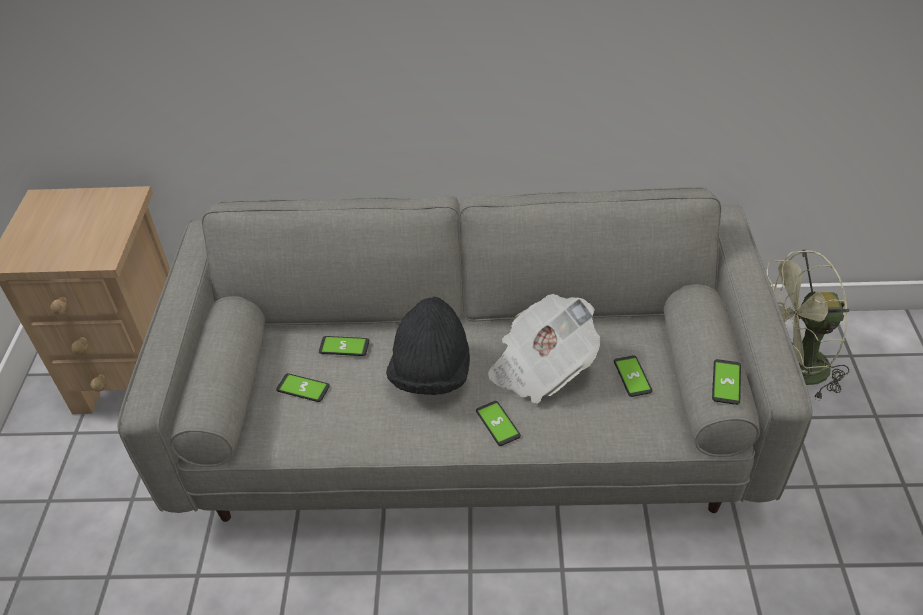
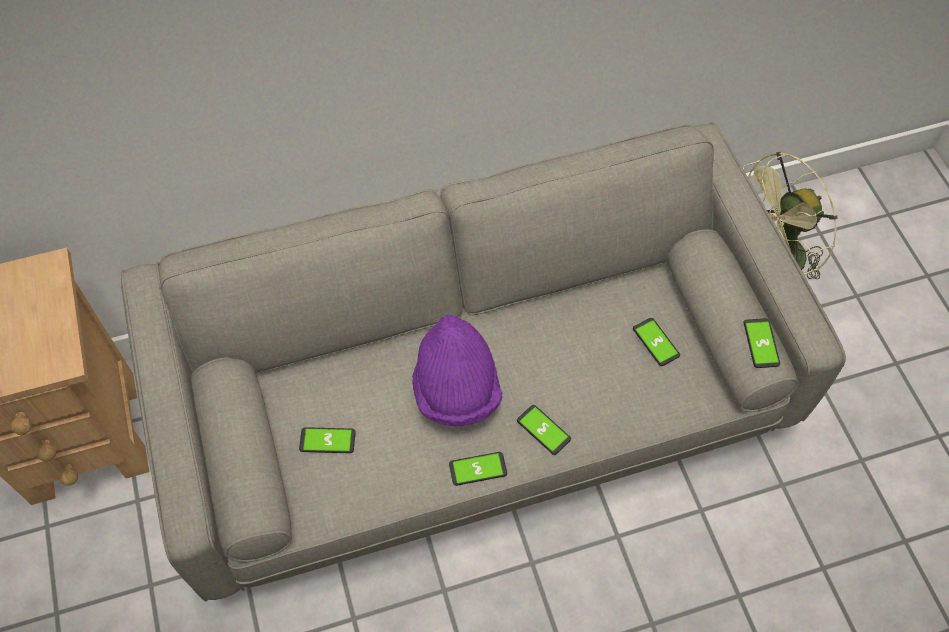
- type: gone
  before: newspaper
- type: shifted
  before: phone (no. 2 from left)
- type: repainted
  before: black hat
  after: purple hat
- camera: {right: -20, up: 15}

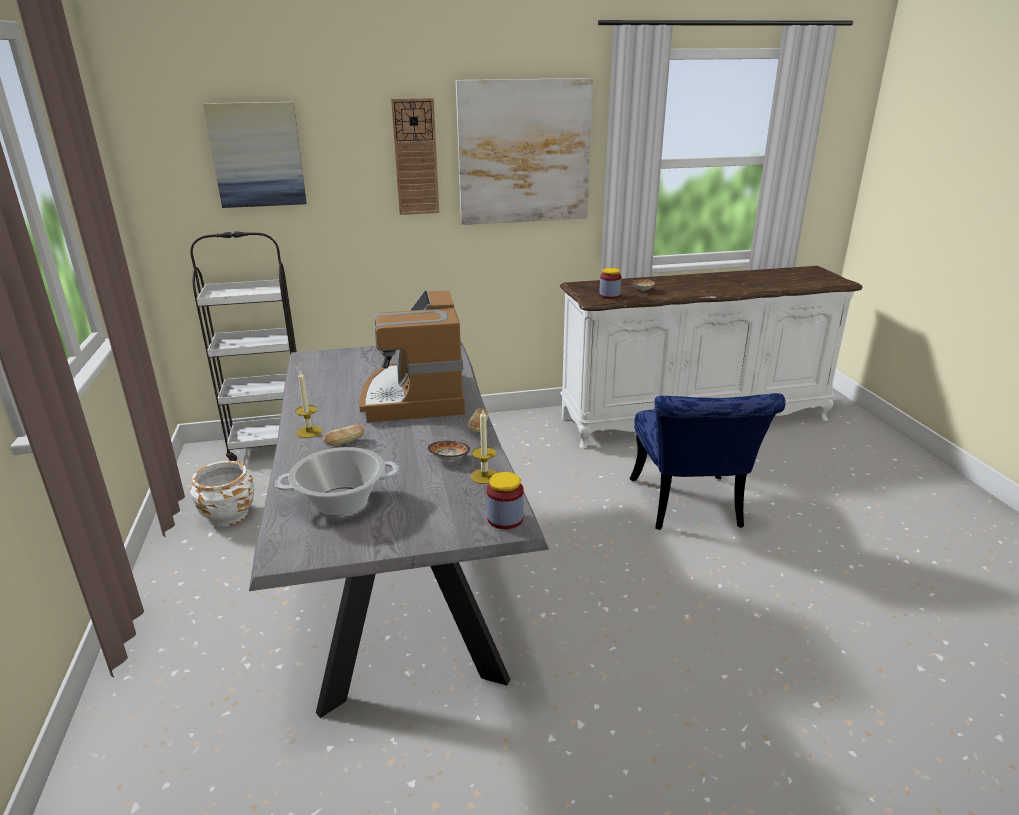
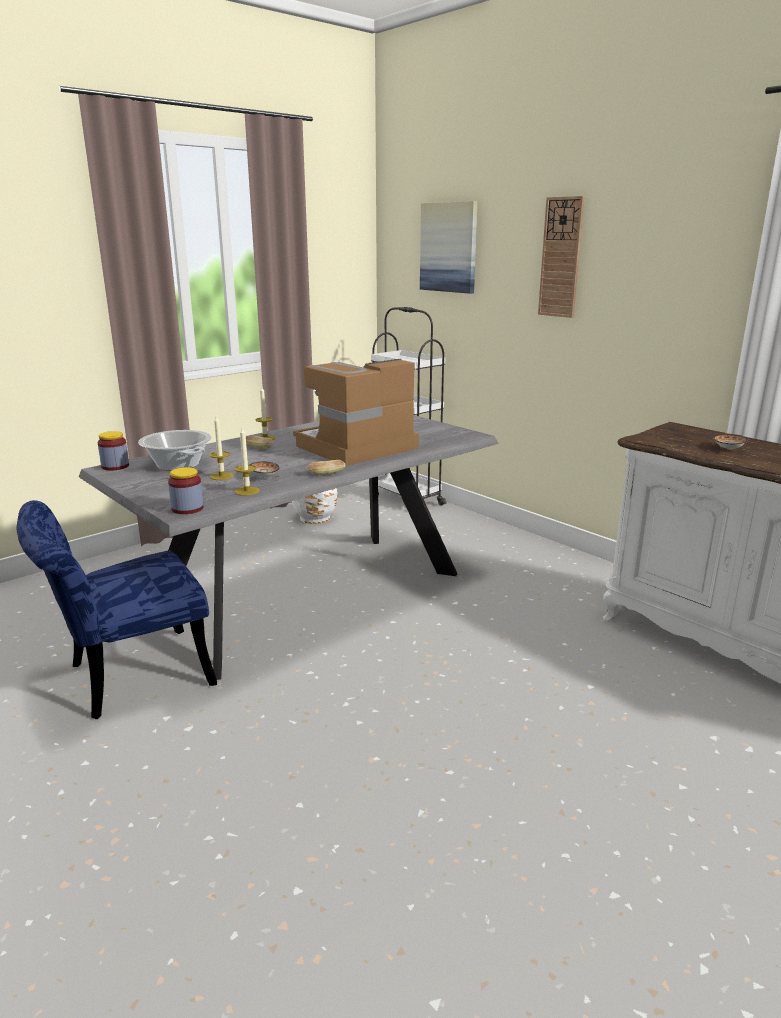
- type: gone
  before: picture (no. 2 from left)
- type: new
  after: candle (no. 1 from left)
- type: shifted
  before: jar (no. 2 from left in the first image)
  after: jar (no. 1 from left)
- type: shifted
  before: blue chair
- camera: {right: 60, up: -5}

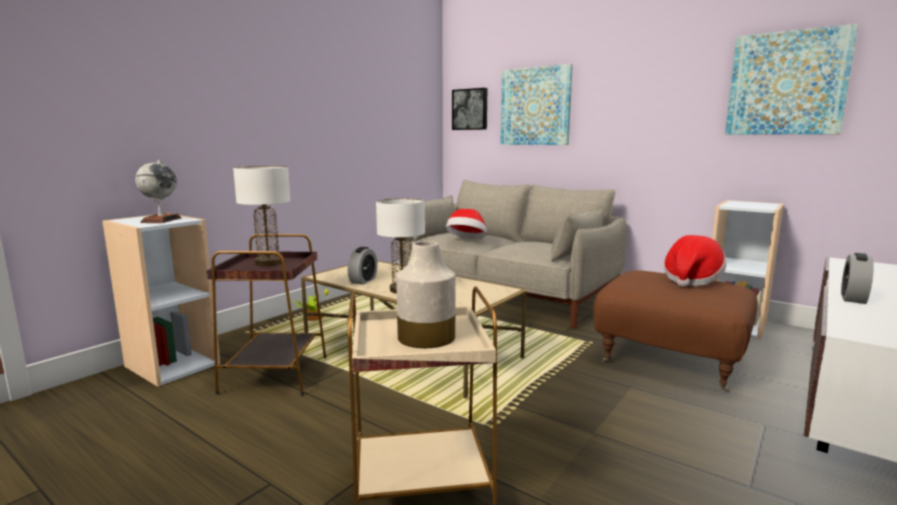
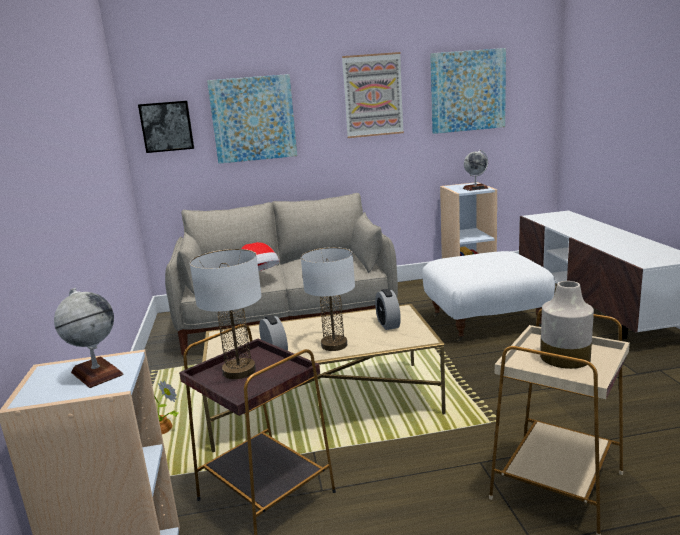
- type: gone
  before: hat (no. 2 from left)
- type: new
  after: picture (no. 3 from left)
- type: new
  after: globe (no. 2 from left)
- type: shifted
  before: alarm clock (no. 2 from left)
- type: repainted
  before: brown ottoman
  after: white ottoman
- camera: {right: -45, up: 5}

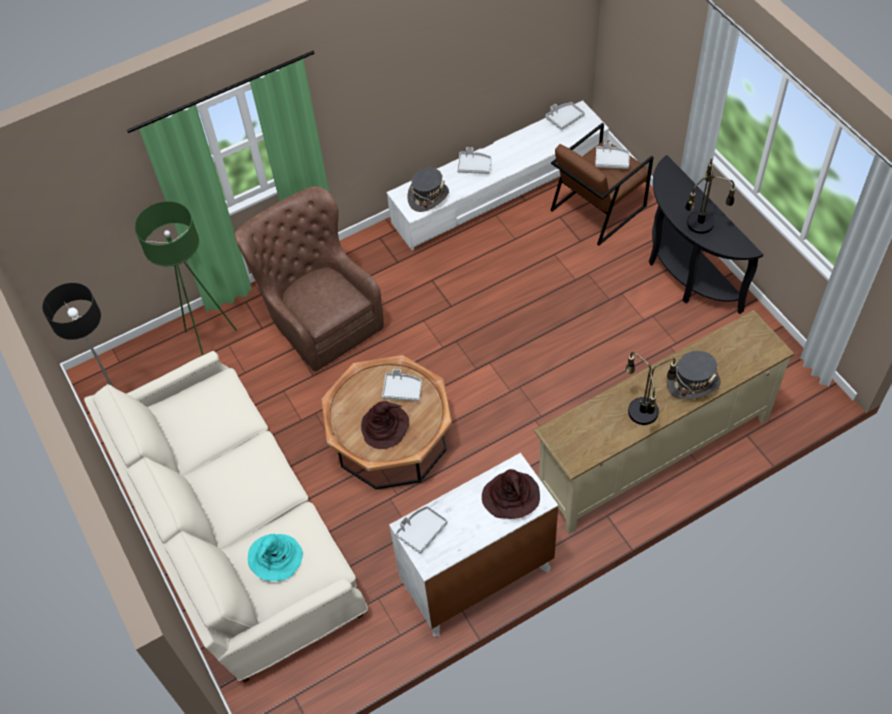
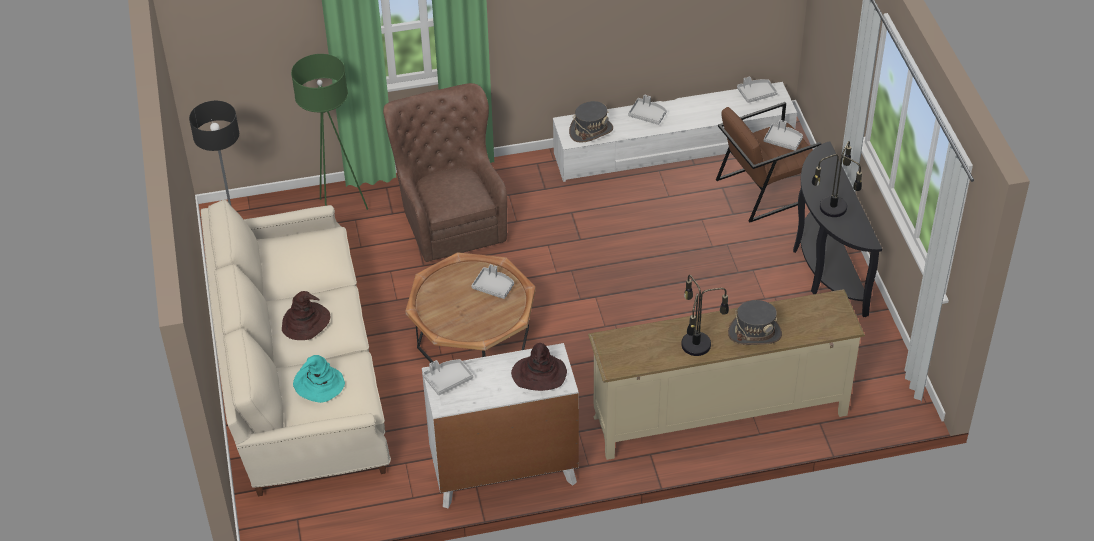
- type: shifted
  before: brown hat (no. 1 from left)
- camera: {right: 15, up: -10}

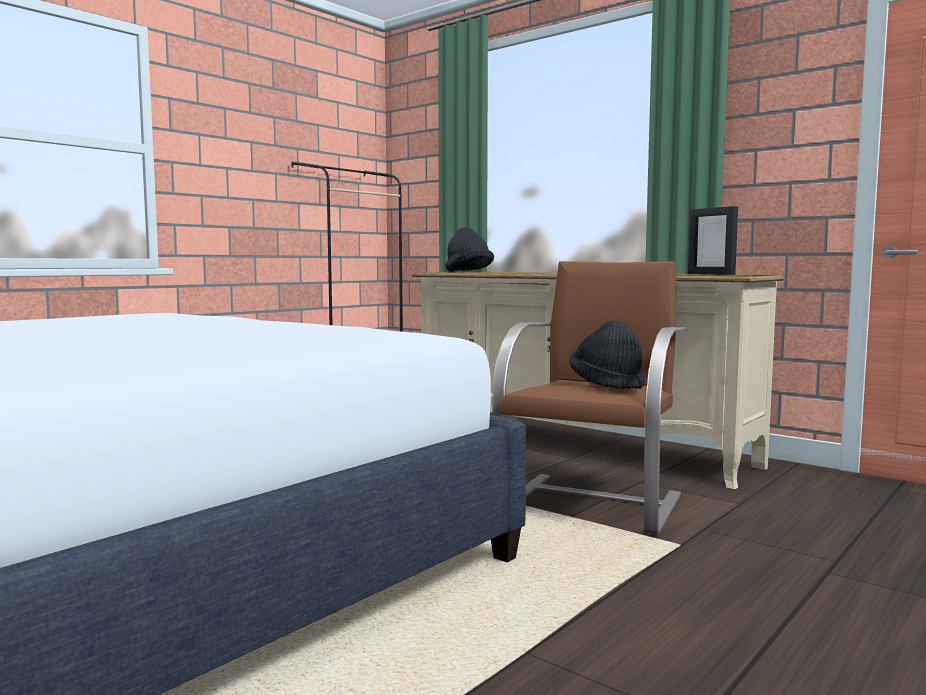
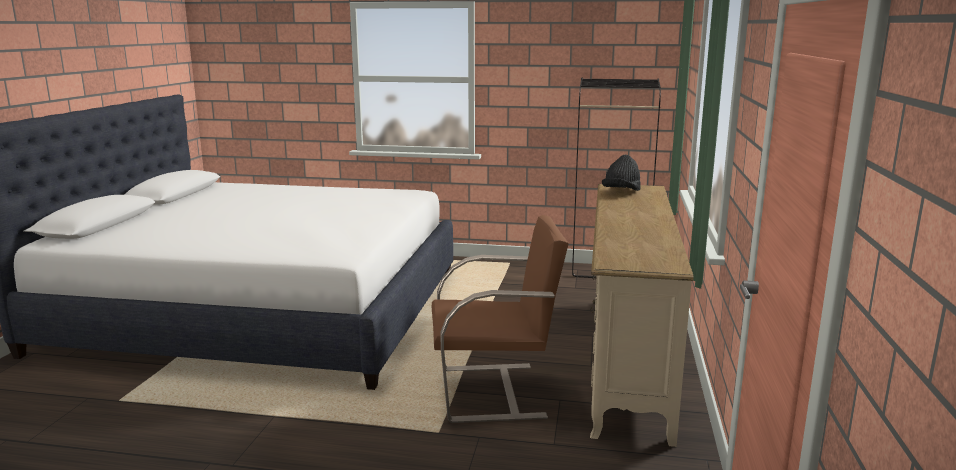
- type: gone
  before: black hat (no. 2 from left)
- type: gone
  before: picture frame
- camera: {right: 60, up: 10}

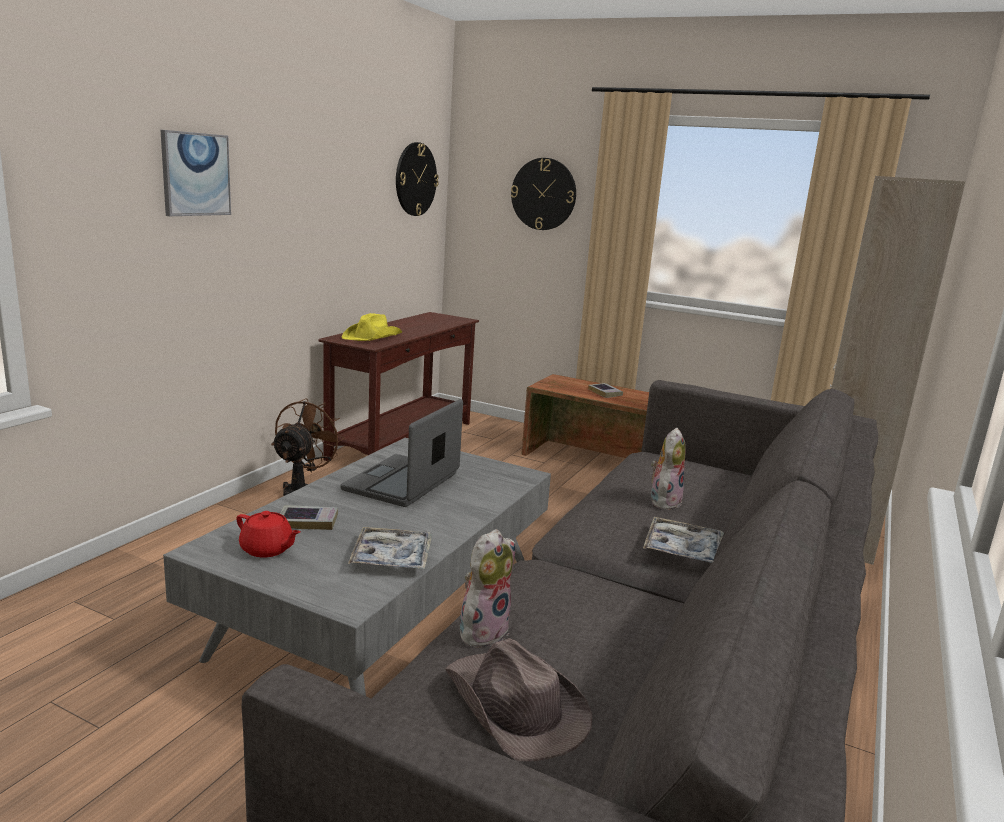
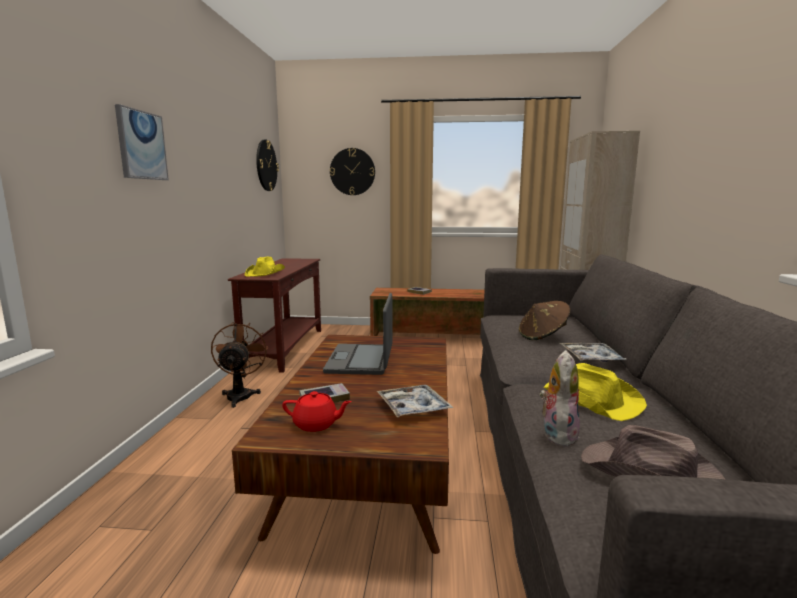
- type: new
  after: yellow hat (no. 2 from left)
- type: swapped
  before: plush toy (no. 2 from left)
  after: brown hat (no. 1 from left)
- type: repainted
  before: grey coffee table
  after: brown coffee table
- camera: {right: -20, up: -5}

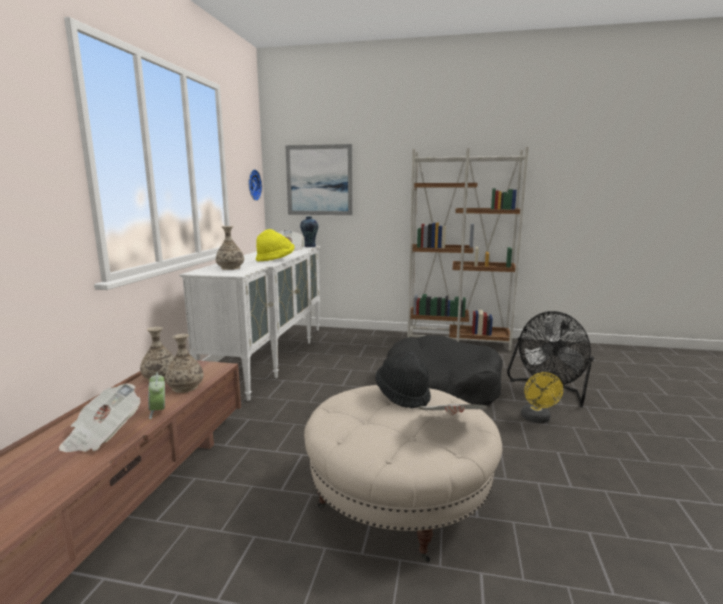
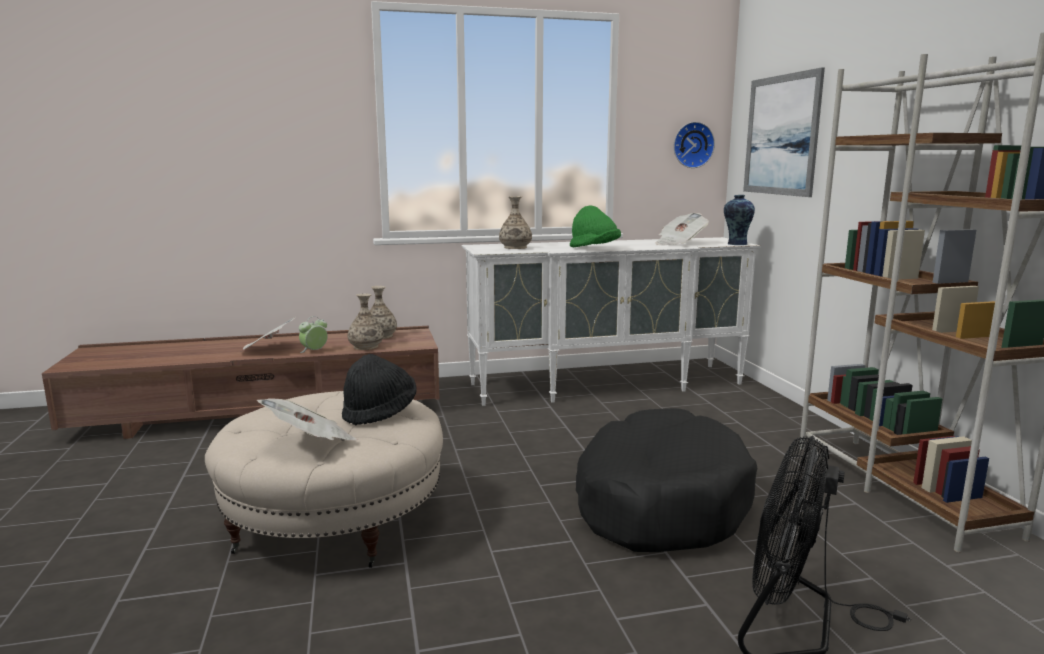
- type: gone
  before: yellow fan
- type: repainted
  before: yellow hat
  after: green hat
- camera: {right: 65, up: 0}

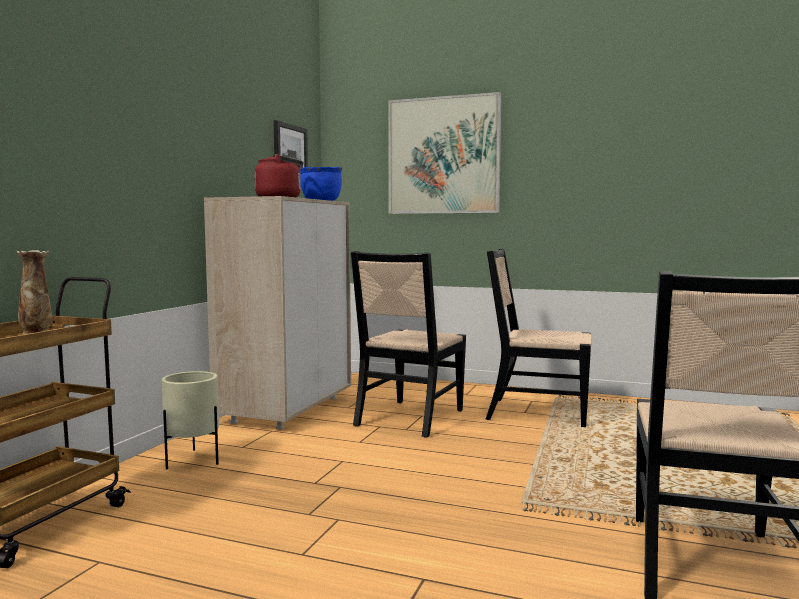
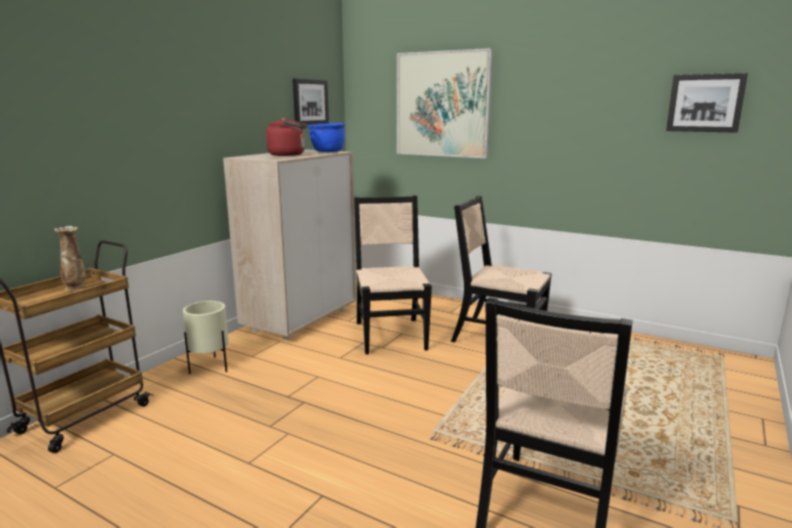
- type: new
  after: picture (no. 3 from left)
- type: rotated
  before: chair (no. 1 from left)
  turn: 135
- camera: {right: 10, up: 10}

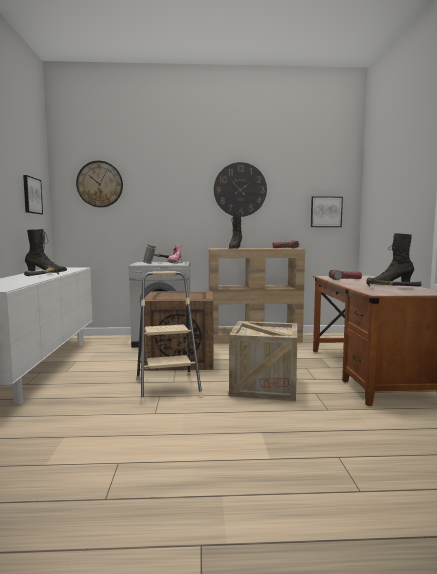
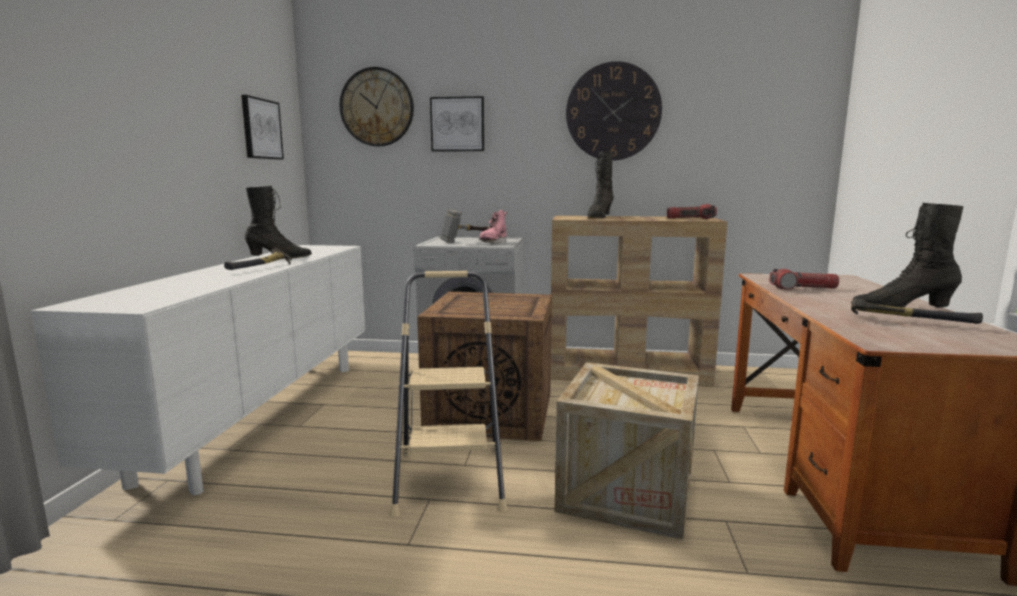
- type: shifted
  before: picture (no. 2 from left)
- camera: {right: 10, up: 5}

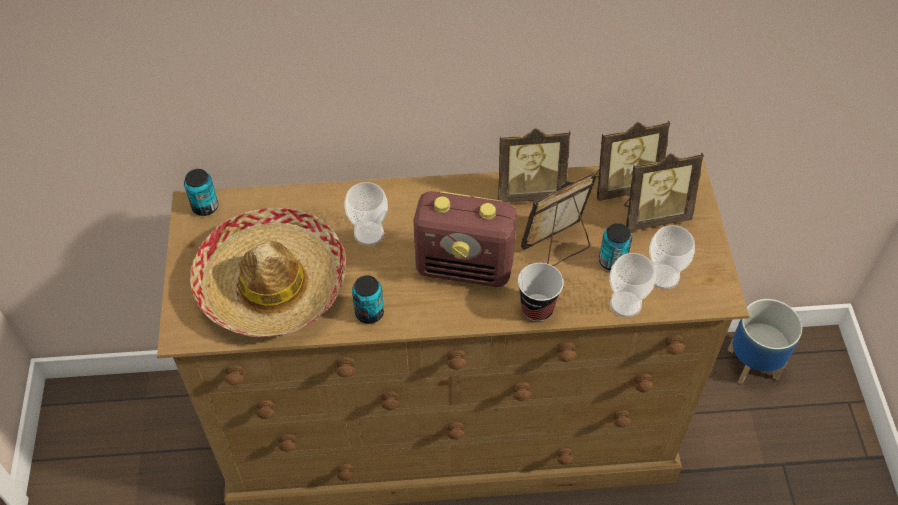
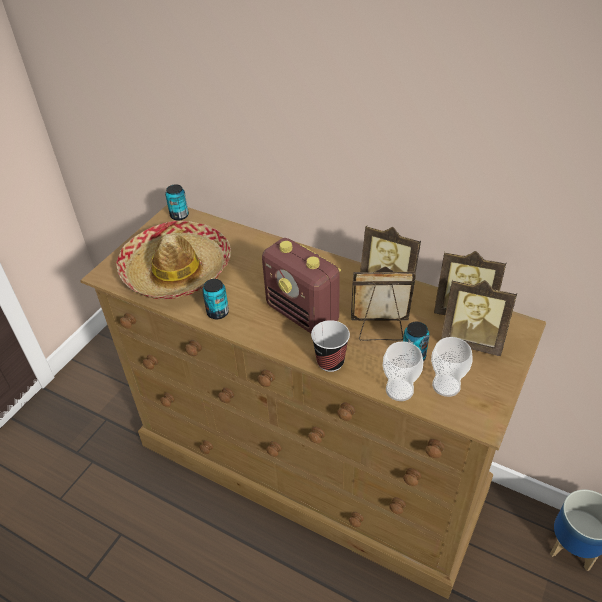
- type: gone
  before: cup (no. 1 from left)
- camera: {right: 35, up: -10}

